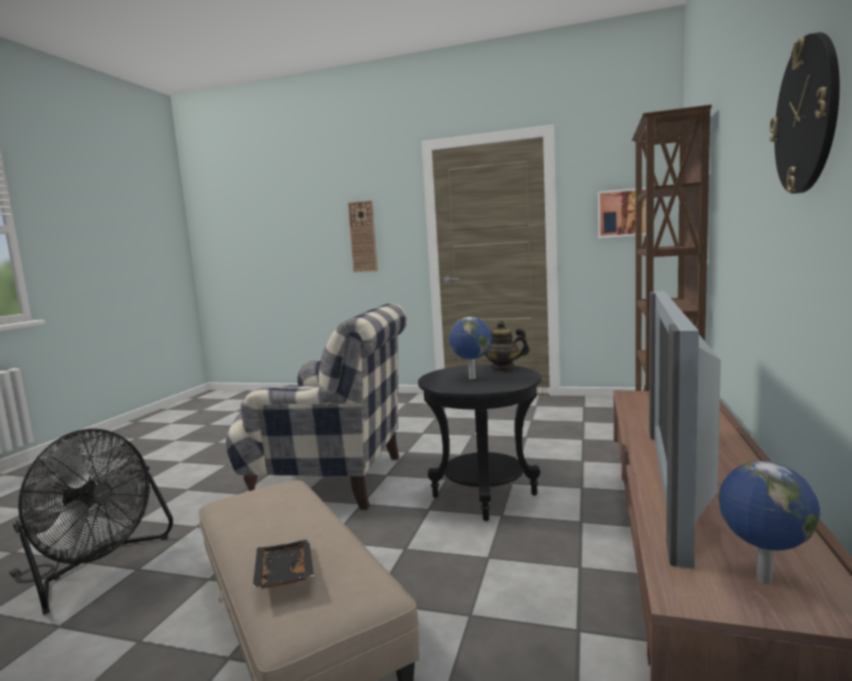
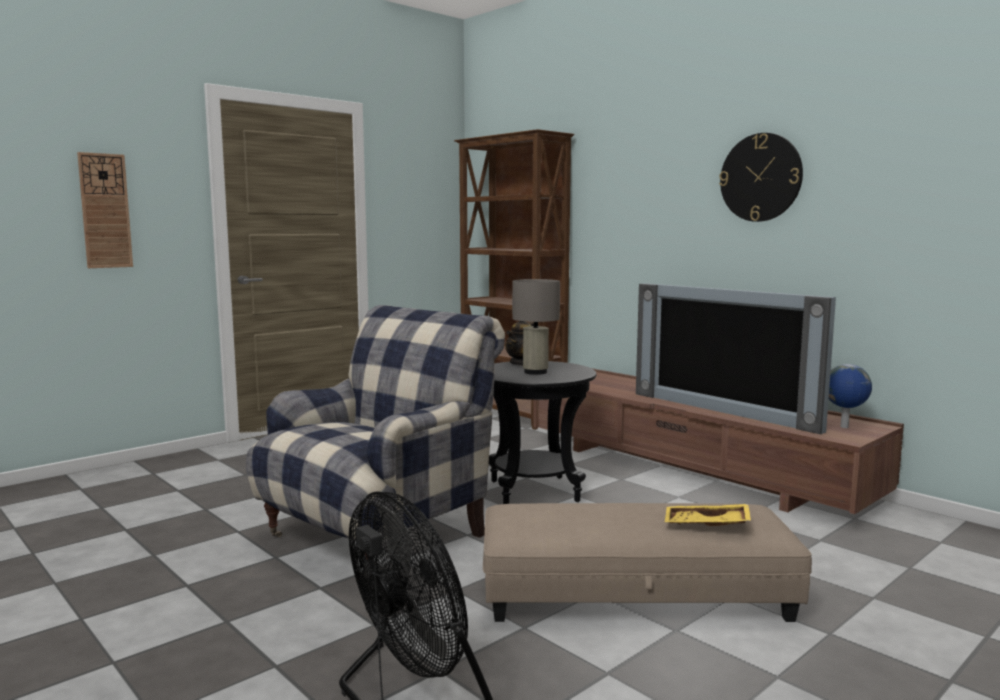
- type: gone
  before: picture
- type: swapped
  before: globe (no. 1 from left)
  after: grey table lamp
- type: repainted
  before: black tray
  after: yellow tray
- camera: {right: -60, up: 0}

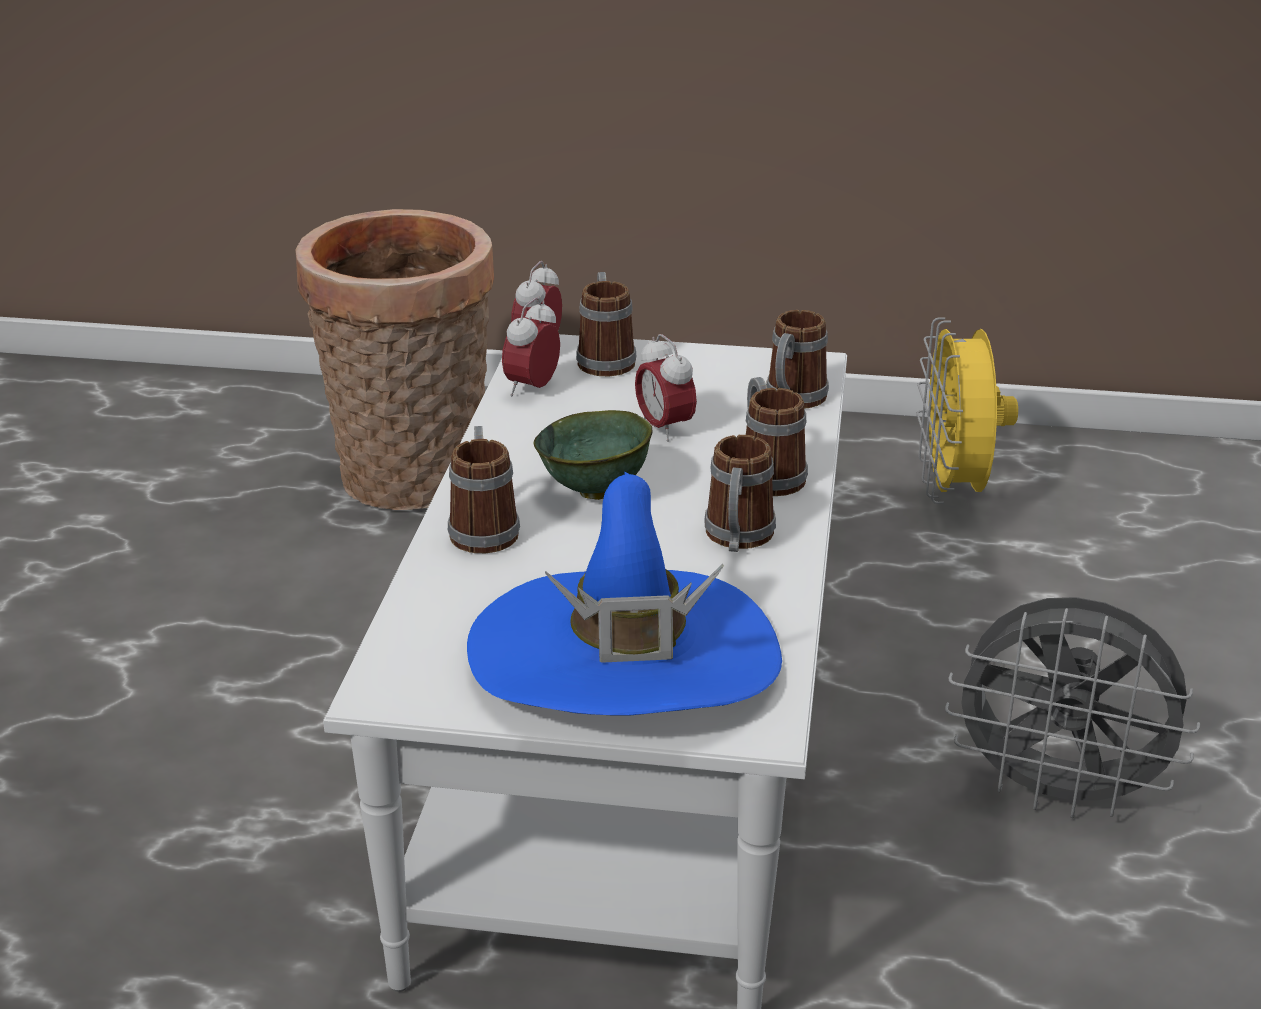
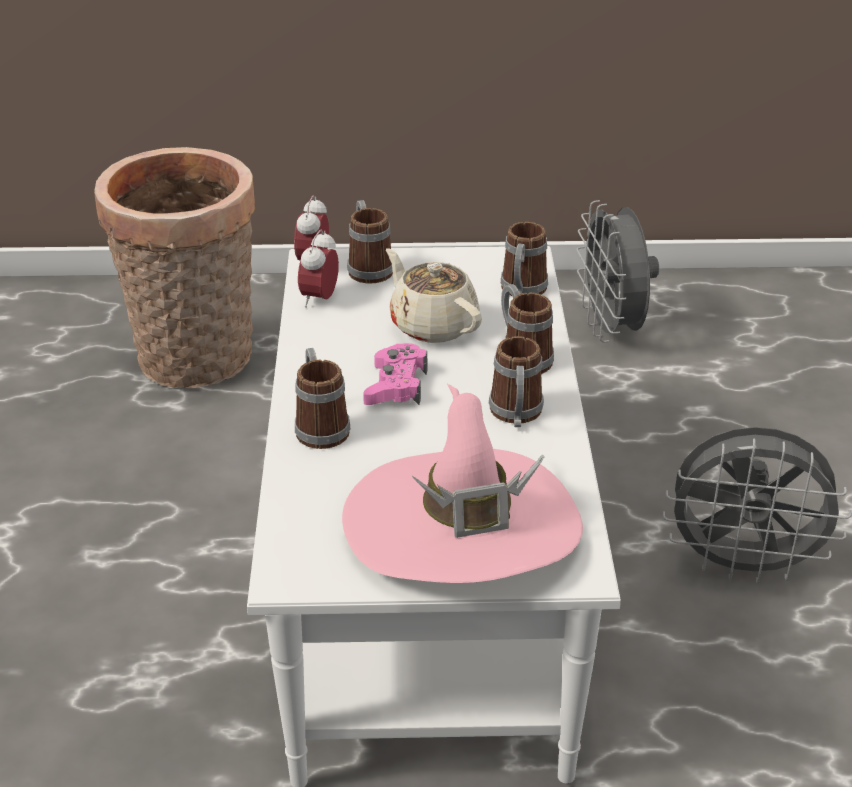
- type: swapped
  before: green bowl
  after: pink game controller
- type: swapped
  before: alarm clock (no. 3 from left)
  after: beige teapot
- type: repainted
  before: blue hat
  after: pink hat
- type: repainted
  before: yellow fan
  after: grey fan (no. 1 from left)
- camera: {right: -10, up: 5}

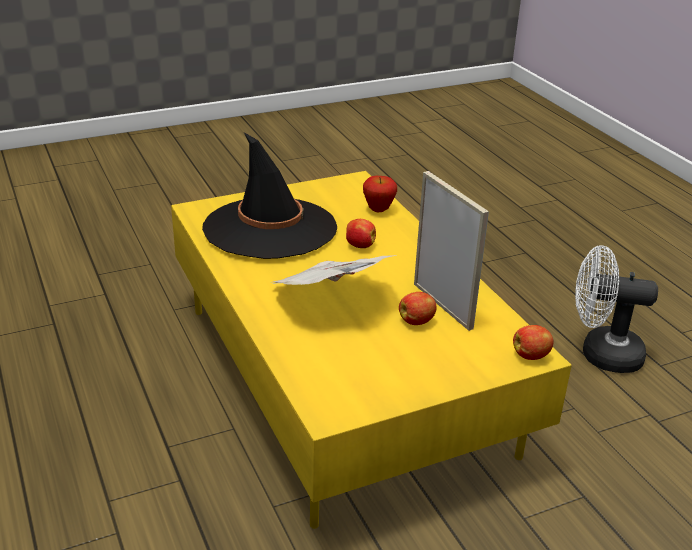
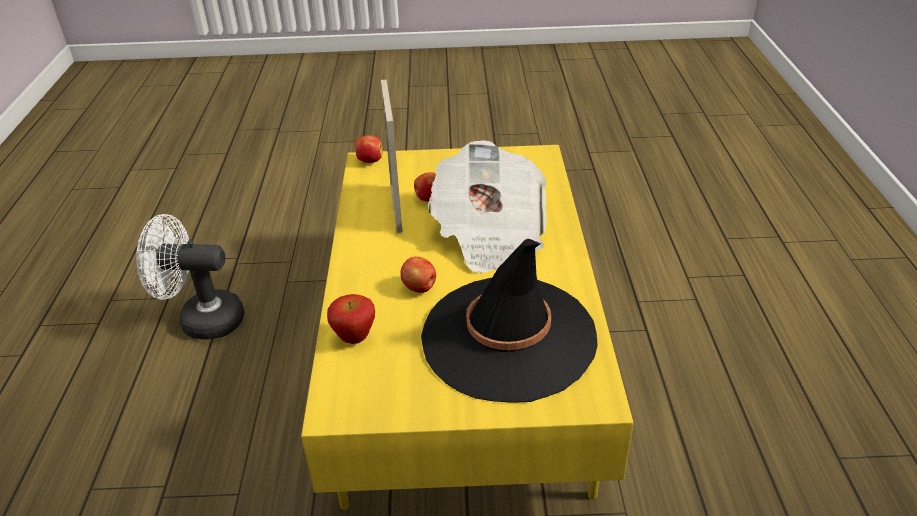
- type: rotated
  before: white fan
  turn: 150
- camera: {right: -155, up: 5}

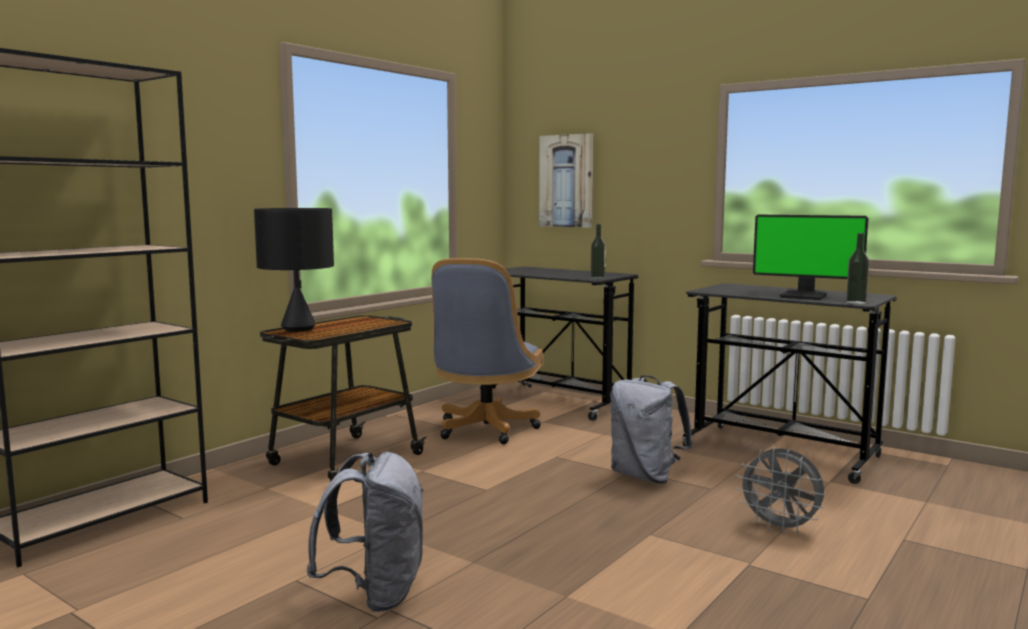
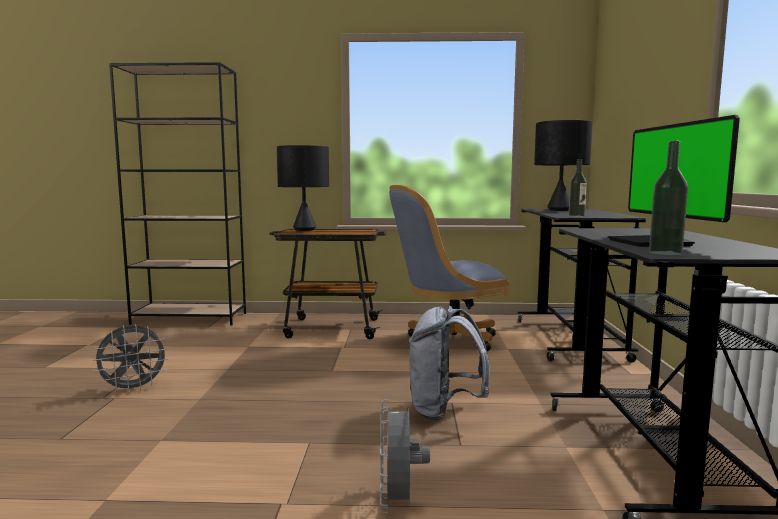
- type: gone
  before: picture
- type: new
  after: black table lamp (no. 2 from left)
- type: swapped
  before: grey backpack (no. 1 from left)
  after: grey fan (no. 1 from left)
- camera: {right: 55, up: 0}

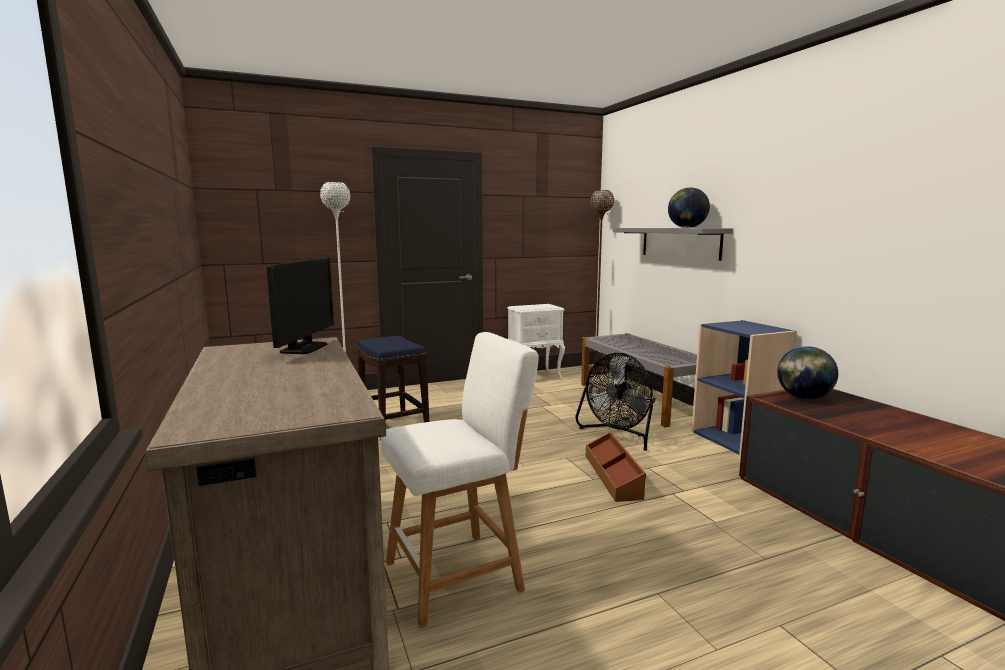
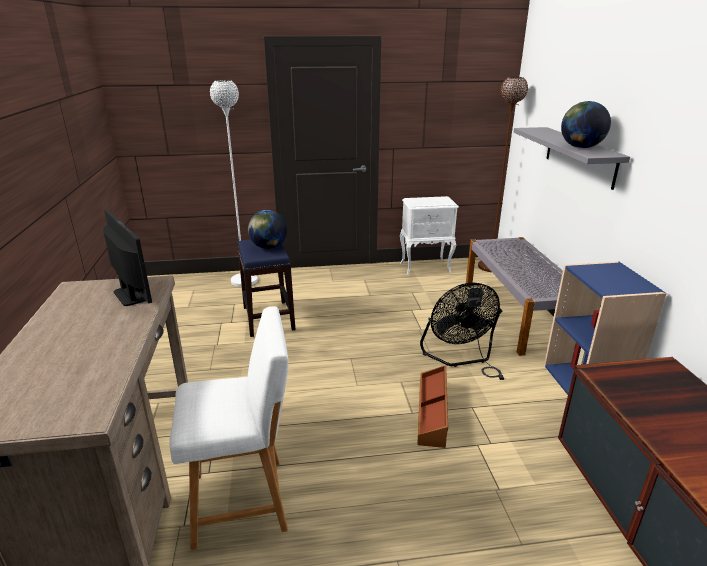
- type: shifted
  before: globe (no. 2 from left in the first image)
  after: globe (no. 1 from left)
- type: rotated
  before: monitor
  turn: -60
- type: rotated
  before: black fan
  turn: 105
- camera: {right: 15, up: 15}

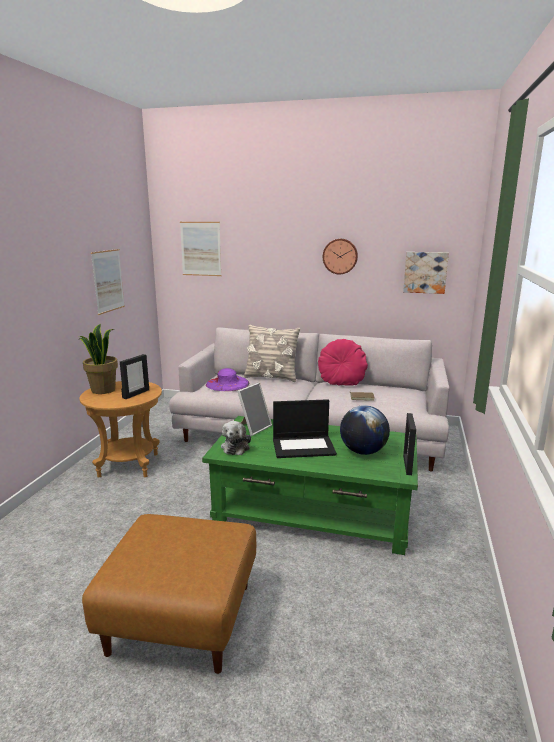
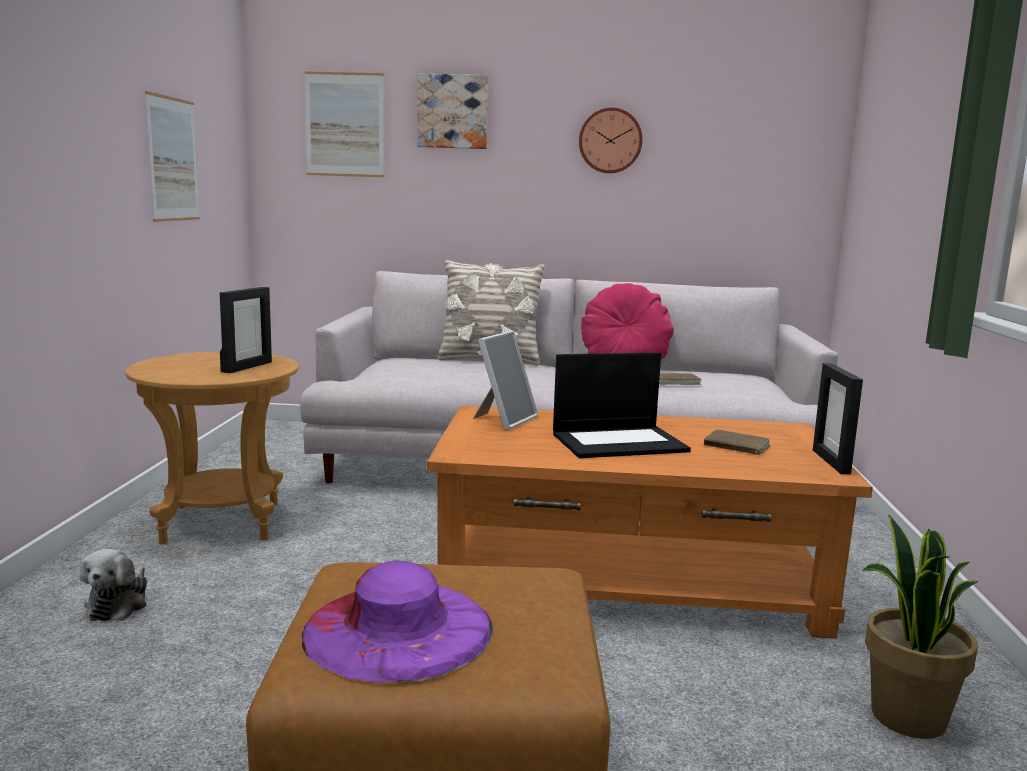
- type: shifted
  before: potted plant
- type: shifted
  before: purple hat
- type: shifted
  before: plush toy
- type: shifted
  before: picture (no. 3 from left)
- type: swapped
  before: globe
  after: brown book (no. 2 from left)
- type: repainted
  before: green coffee table
  after: orange coffee table
- camera: {right: -10, up: -5}

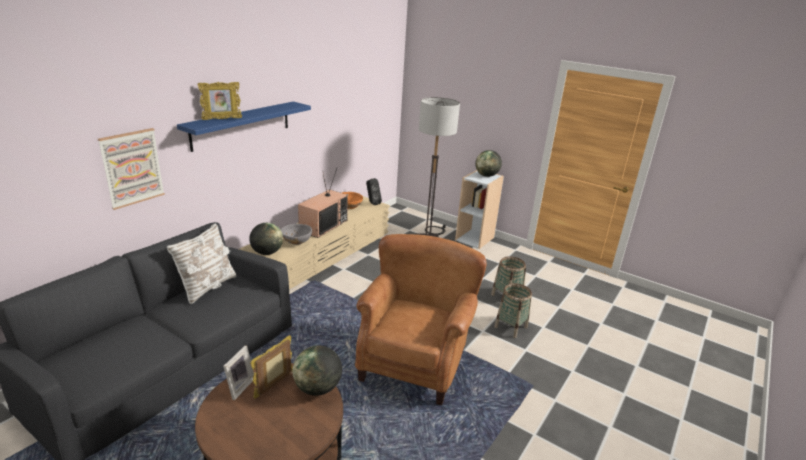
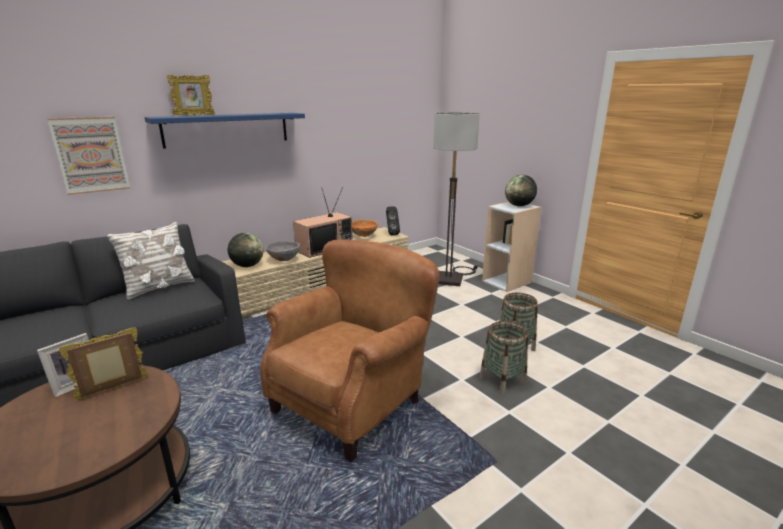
- type: gone
  before: globe (no. 2 from left)
- camera: {right: 20, up: -5}

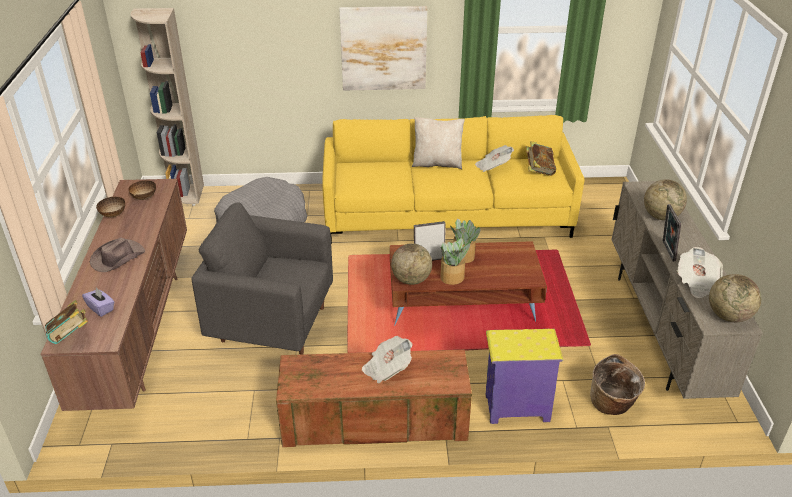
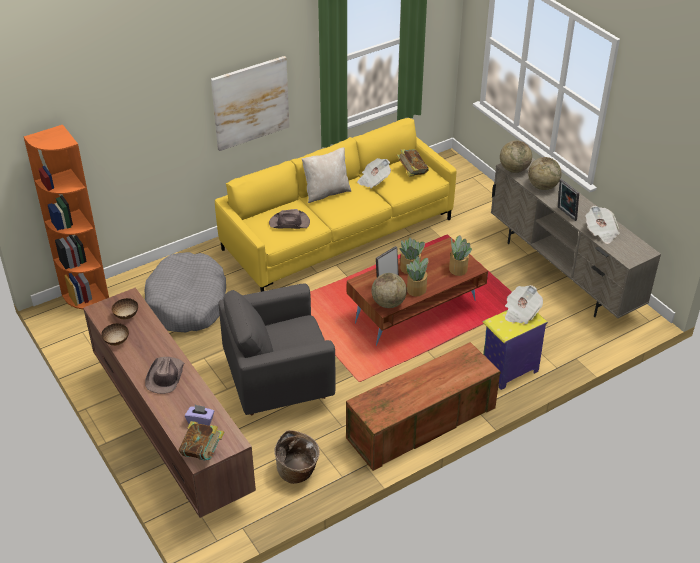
- type: new
  after: brown hat (no. 2 from left)
- type: new
  after: potted plant (no. 3 from left)
- type: shifted
  before: newspaper (no. 1 from left in the first image)
  after: newspaper (no. 2 from left)
- type: shifted
  before: basket
- type: shifted
  before: globe (no. 3 from left in the first image)
  after: globe (no. 2 from left)
- type: repainted
  before: beige bookcase
  after: orange bookcase
- camera: {right: -30, up: 5}

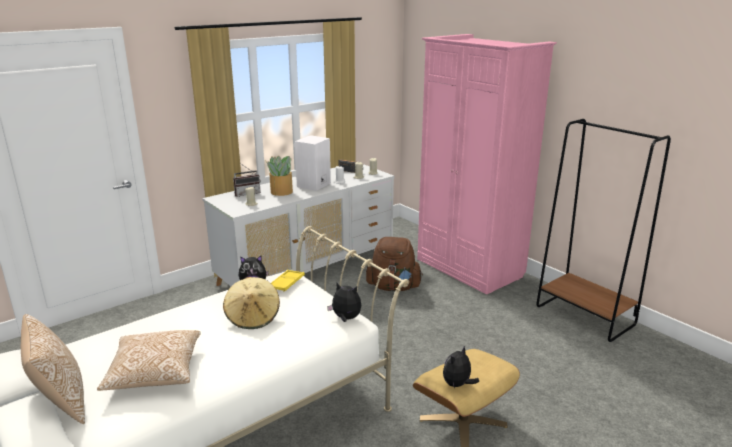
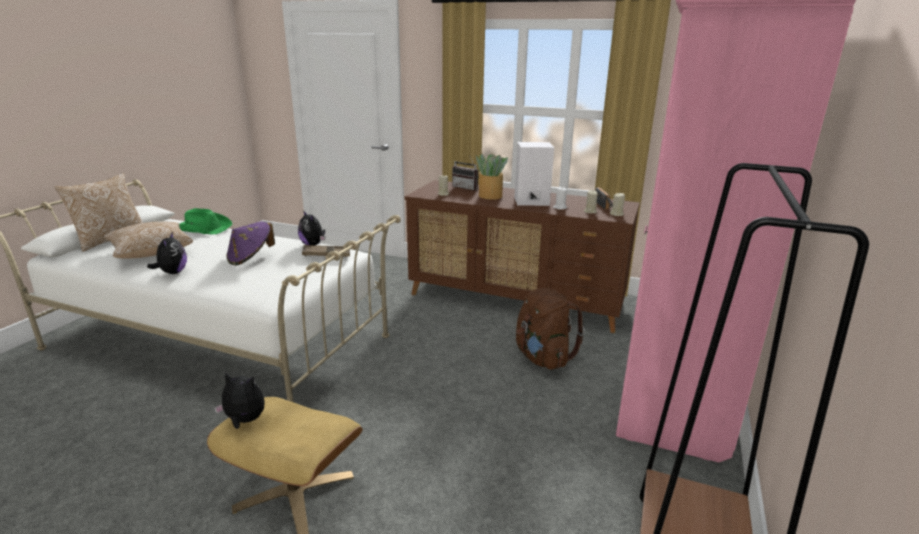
- type: new
  after: green hat
- type: shifted
  before: plush toy (no. 2 from left in the first image)
  after: plush toy (no. 1 from left)
- type: repainted
  before: white dresser
  after: brown dresser
- type: repainted
  before: beige hat
  after: purple hat
- type: repainted
  before: yellow tray
  after: brown tray
- camera: {right: 60, up: 0}

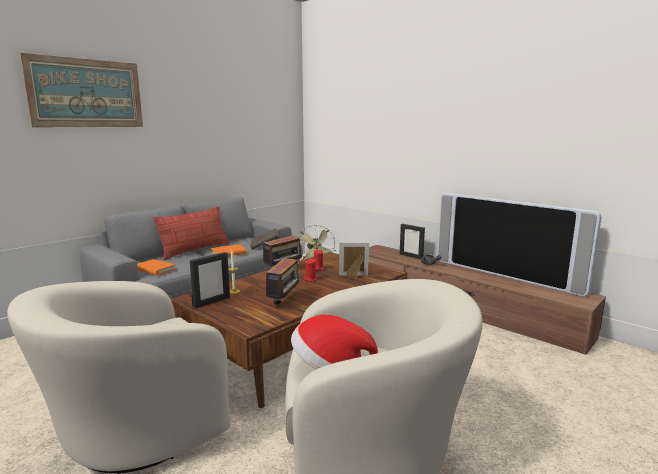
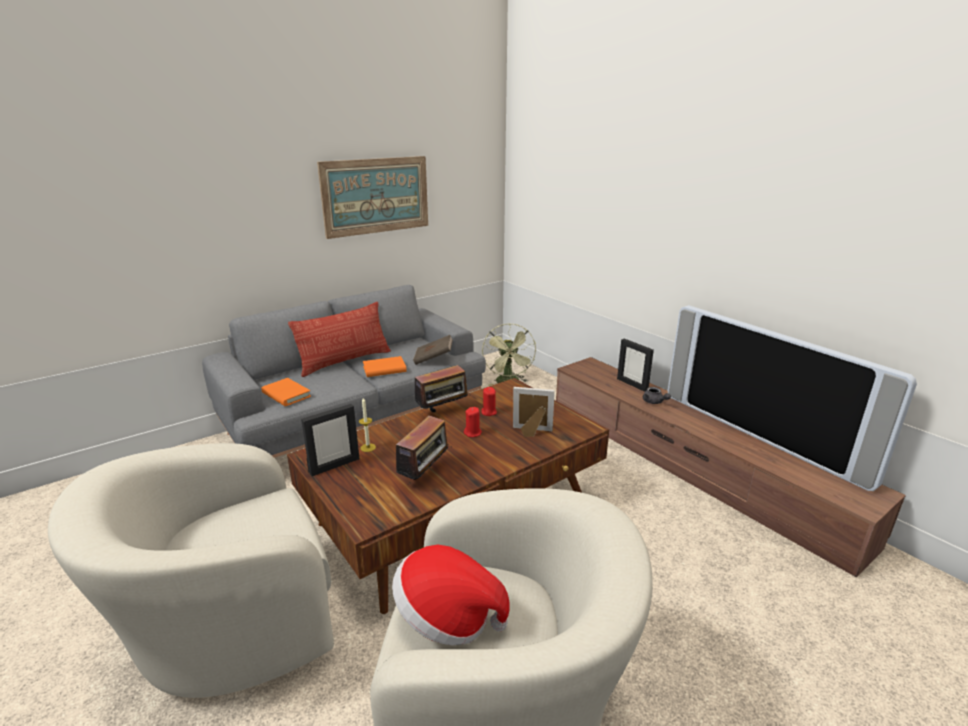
- type: shifted
  before: picture
- camera: {right: 10, up: 10}

